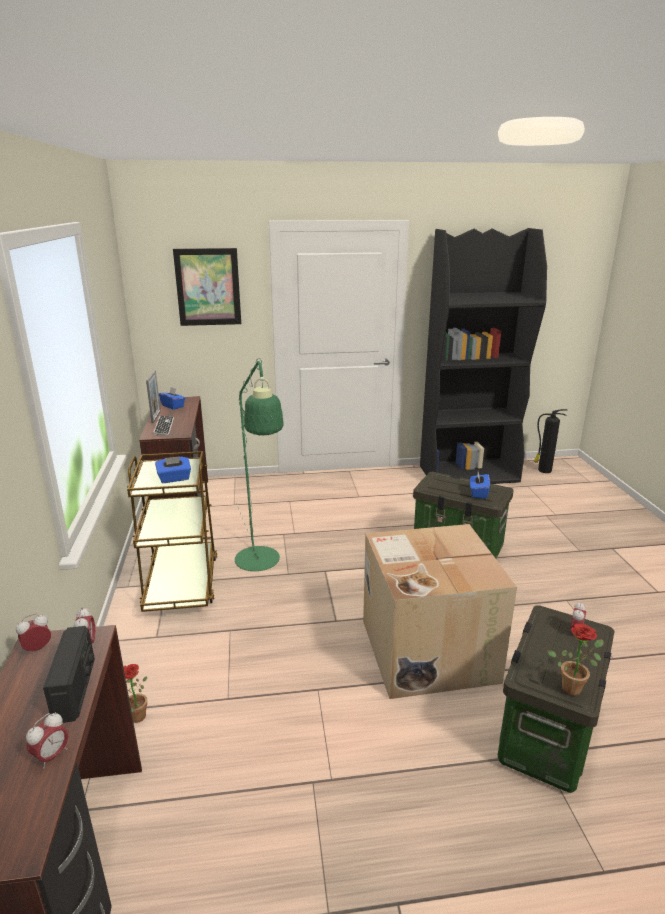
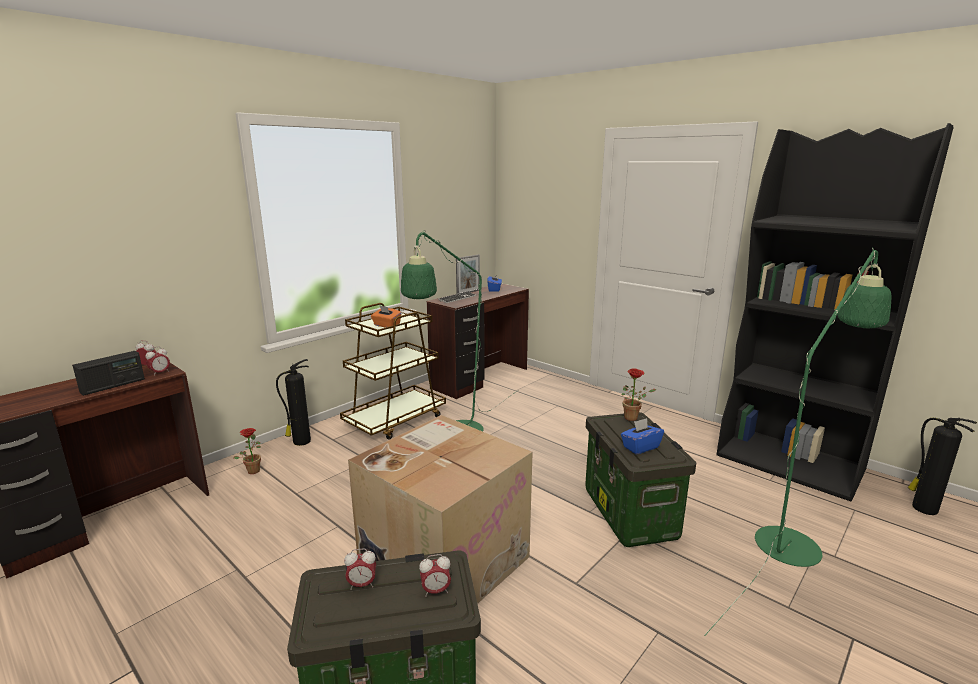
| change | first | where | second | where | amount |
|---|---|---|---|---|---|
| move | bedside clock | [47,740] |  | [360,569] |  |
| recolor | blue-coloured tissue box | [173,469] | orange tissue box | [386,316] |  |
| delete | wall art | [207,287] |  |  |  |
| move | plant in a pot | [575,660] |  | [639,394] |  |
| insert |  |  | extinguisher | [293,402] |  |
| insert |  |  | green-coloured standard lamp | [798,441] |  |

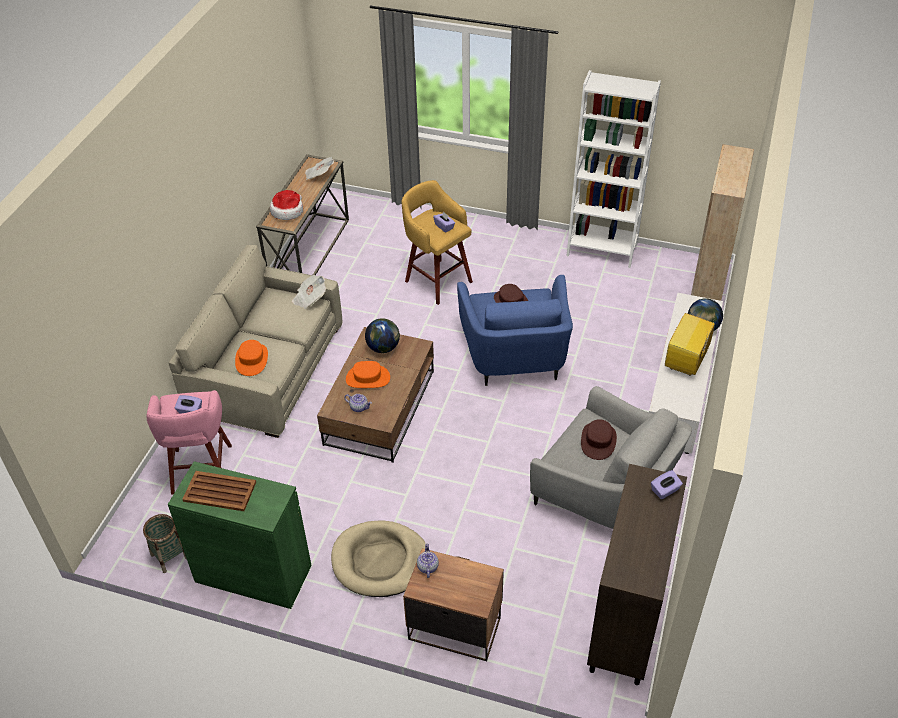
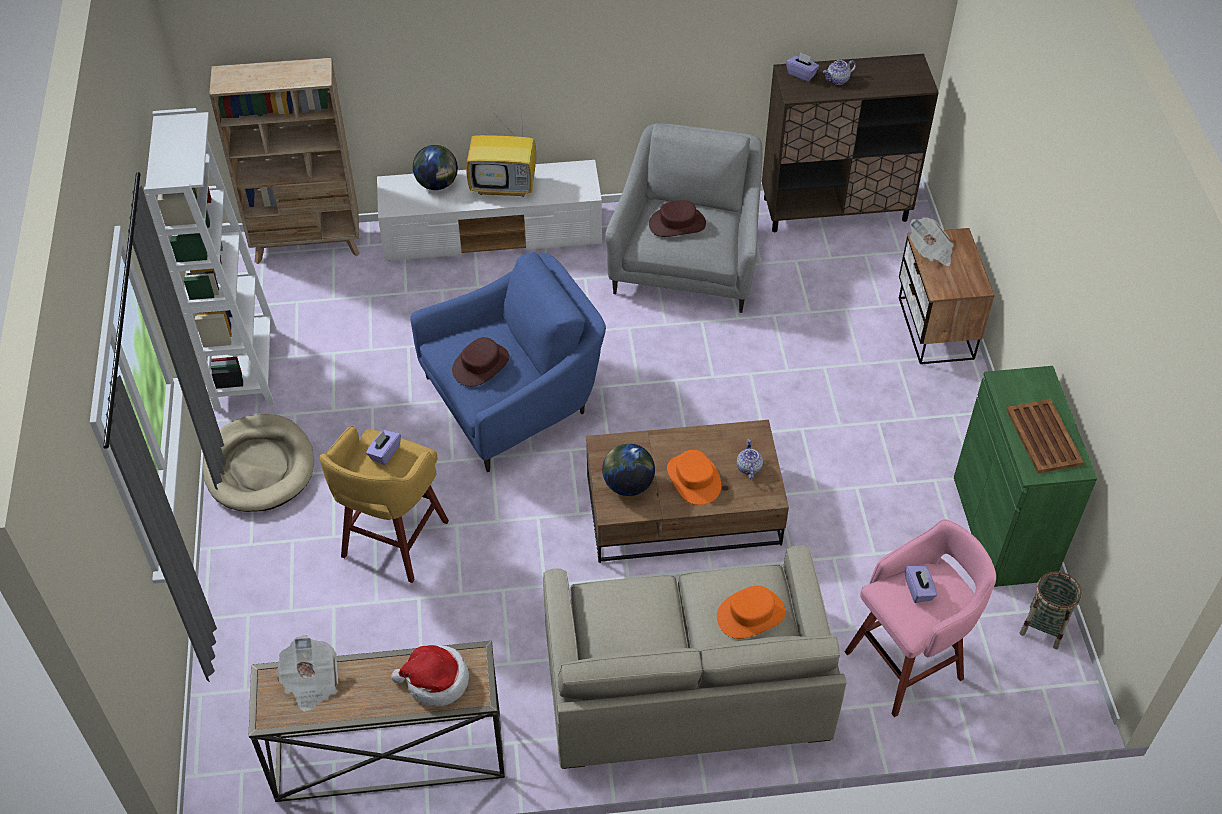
| change | first | where | second | where | amount |
|---|---|---|---|---|---|
| move | daily paper | [309,292] |  | [932,241] |  |
| move | beige pet bed | [378,559] |  | [258,463] |  |
| move | tea pot | [428,560] |  | [839,72] |  |

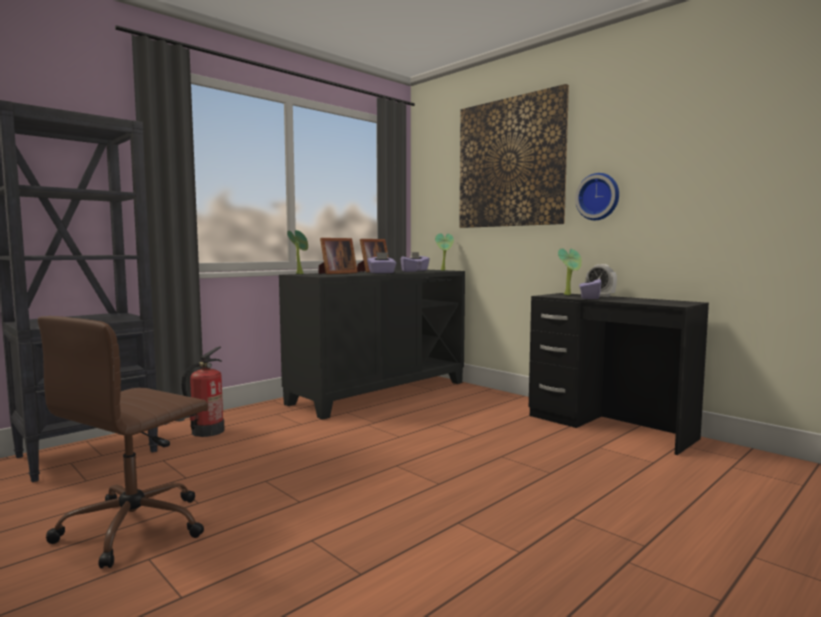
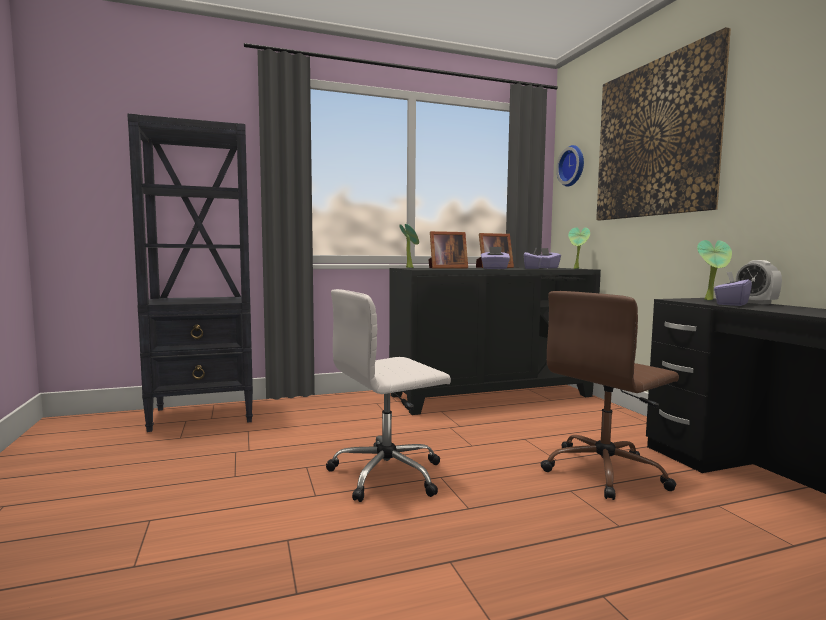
| change | first | where | second | where | amount |
|---|---|---|---|---|---|
| move | brownish computer chair | [123,442] |  | [610,395] |  |
| delete | extinguisher | [202,391] |  |  |  |
| move | clock on the wall | [597,196] |  | [570,166] |  |
| insert |  |  | white-coloured computer chair | [388,395] |  |

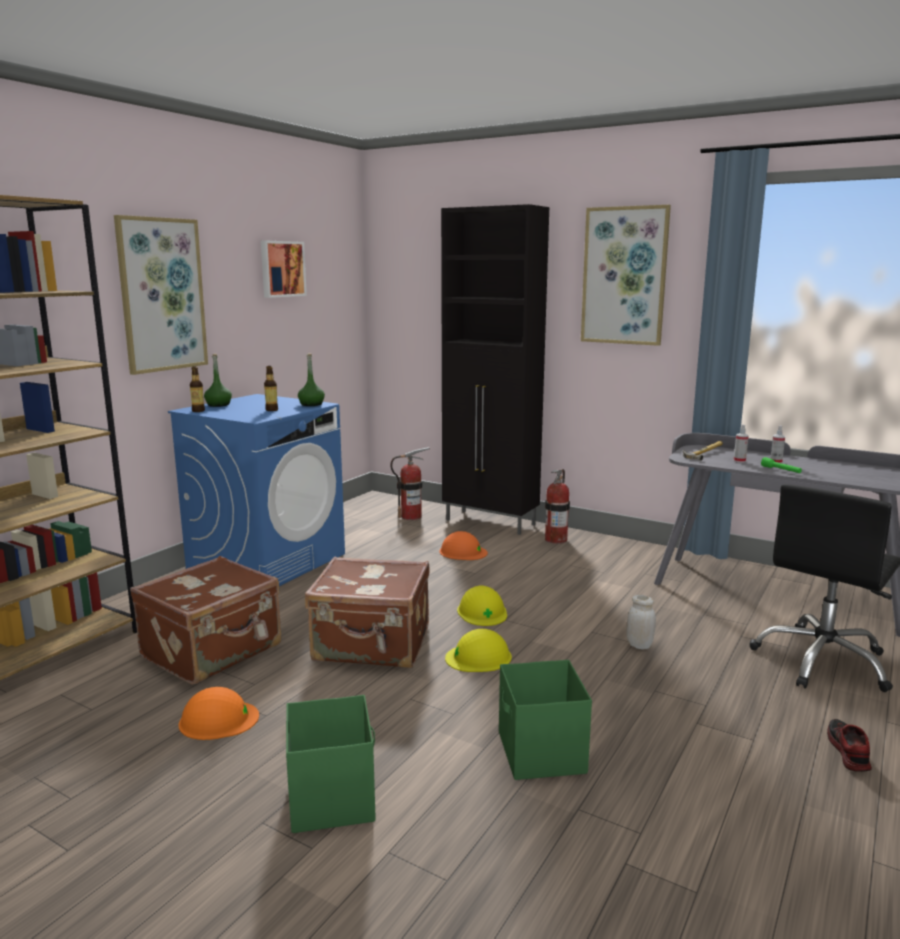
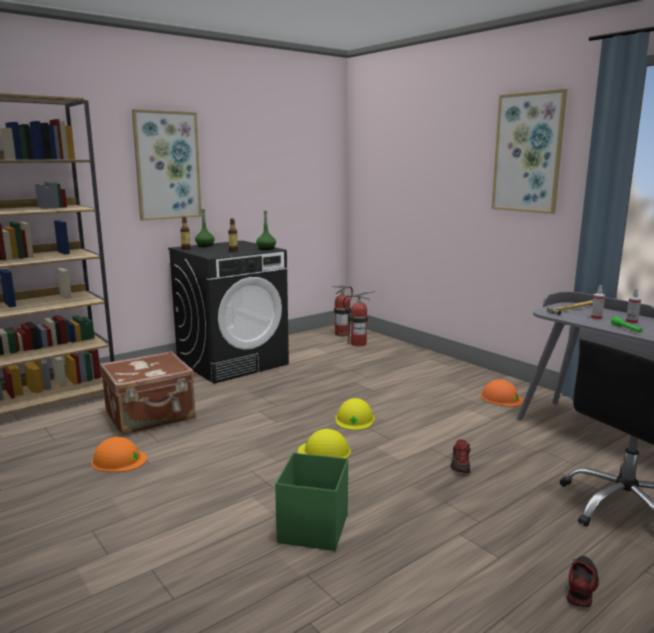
| change | first | where | second | where | amount |
|---|---|---|---|---|---|
| recolor | blue-coloured laundry appliance | [256,490] | black-coloured laundry appliance | [228,312] |  |
| delete | wall art | [284,269] |  |  |  |
| delete | green-coloured storage bin | [331,764] |  |  |  |
| delete | brownish piece of luggage | [367,612] |  |  |  |
| move | orange safety helmet | [463,545] |  | [502,393] |  |
| delete | black-coloured cabinet | [495,369] |  |  |  |
| move | extinguisher | [557,506] |  | [342,311] |  |
| replace | white-coloured preserve jar | [641,622] | low shoe | [461,456] |  |

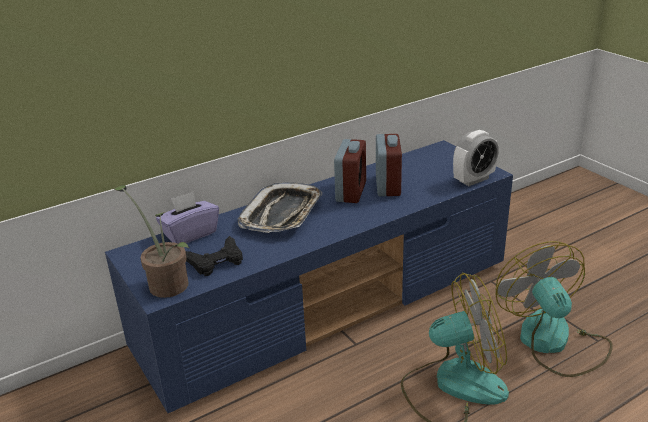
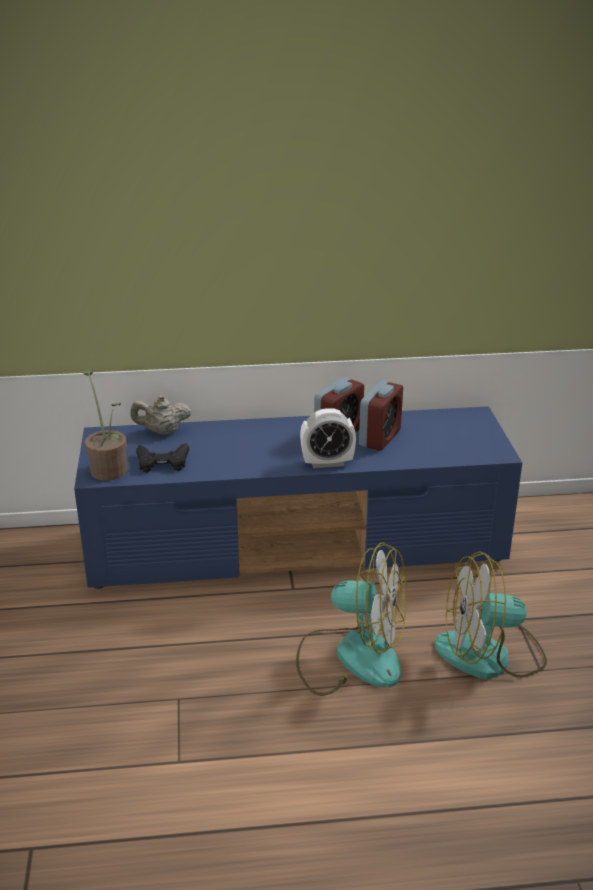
| change | first | where | second | where | amount |
|---|---|---|---|---|---|
| replace | purple-coloured tissue box | [187,217] | beige tea pot | [161,415] |  |
| delete | tray | [280,207] |  |  |  |
| move | bedside clock | [476,158] |  | [328,438] |  |
| rotate | fan | [554,309] |  | [491,615] | 105 degrees counterclockwise |

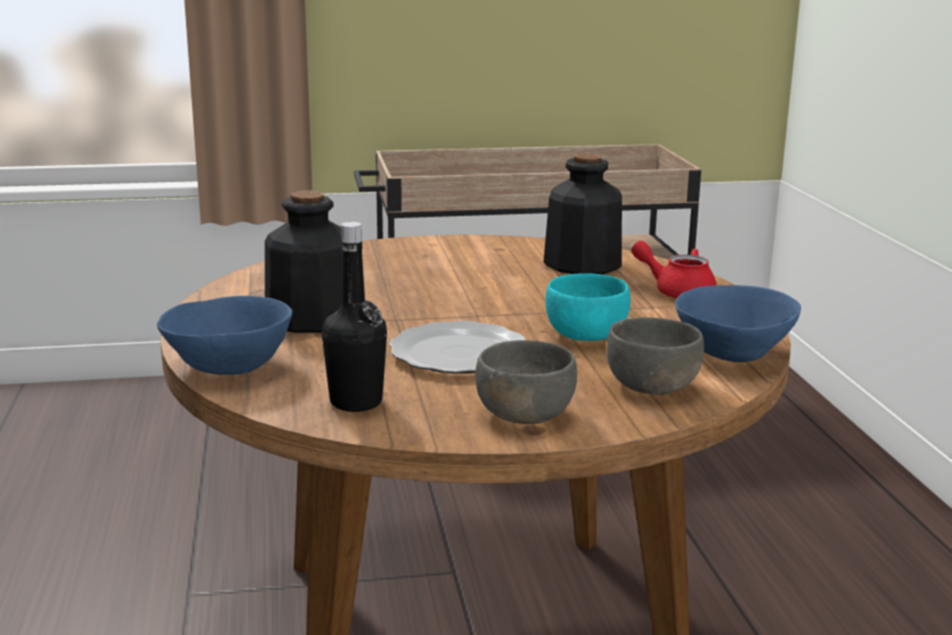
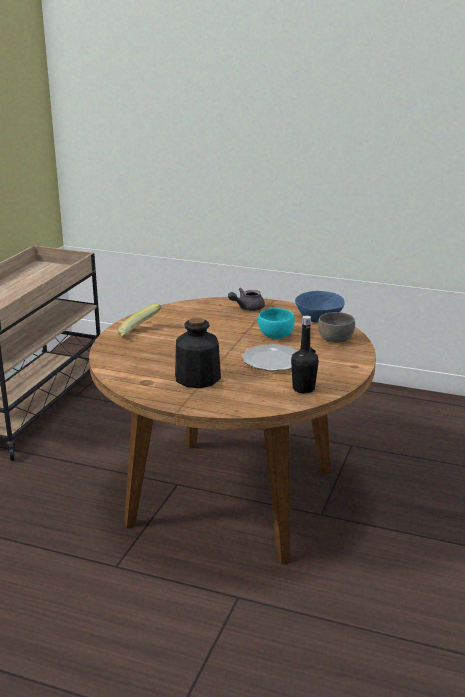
| change | first | where | second | where | amount |
|---|---|---|---|---|---|
| delete | blue-coloured serving bowl | [224,335] |  |  |  |
| delete | grey serving bowl | [526,382] |  |  |  |
| delete | bottle | [582,213] |  |  |  |
| recolor | reddish tea pot | [674,270] | grey tea pot | [246,299] |  |
| insert |  |  | banana fruit | [139,320] |  |

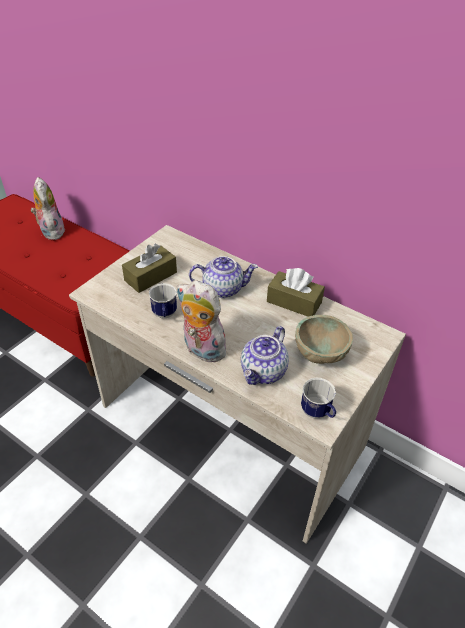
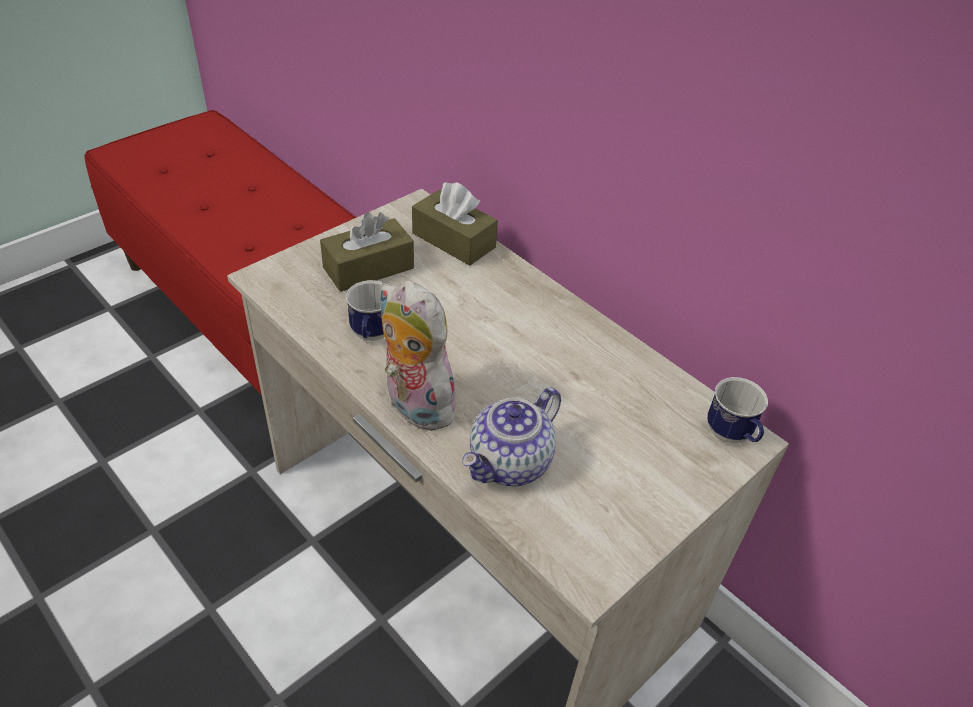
| change | first | where | second | where | amount |
|---|---|---|---|---|---|
| delete | cuddly toy | [47,208] |  |  |  |
| delete | tea pot | [223,277] |  |  |  |
| move | brownish tissue box | [296,292] |  | [455,224] |  |
| delete | beige serving bowl | [324,339] |  |  |  |
| move | mug | [318,398] |  | [737,410] |  |

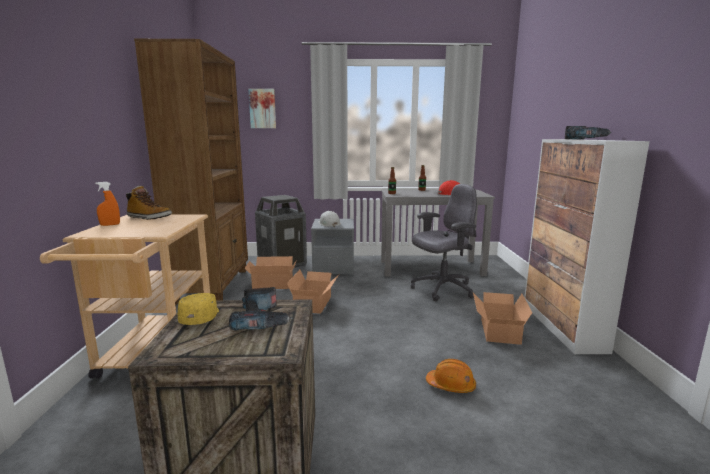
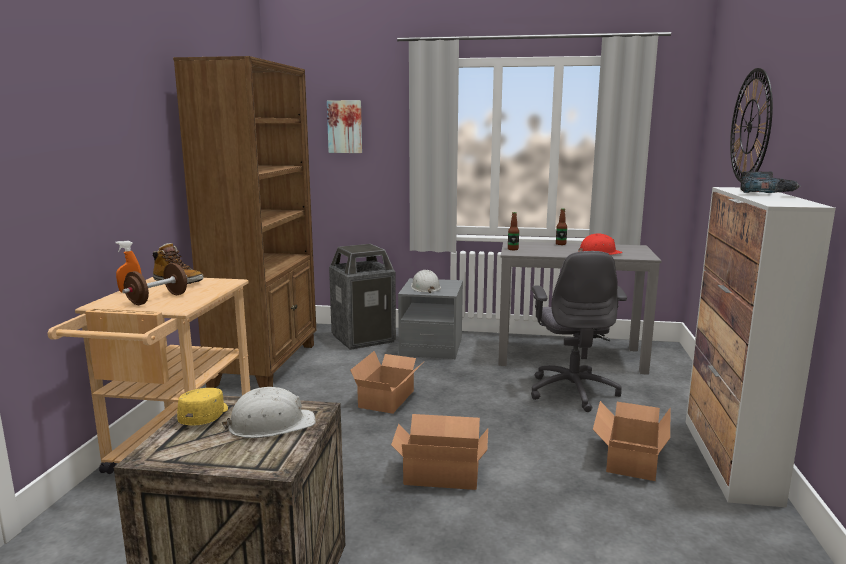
| change | first | where | second | where | amount |
|---|---|---|---|---|---|
| replace | electric drill | [261,309] | white-coloured safety helmet | [269,412] |  |
| move | carton | [270,272] |  | [439,452] |  |
| rotate | grey computer chair | [444,242] |  | [579,331] | 105 degrees clockwise |
| delete | orange safety helmet | [451,376] |  |  |  |
| insert |  |  | brownish free weight | [154,284] |  |
| insert |  |  | clock on the wall | [751,125] |  |

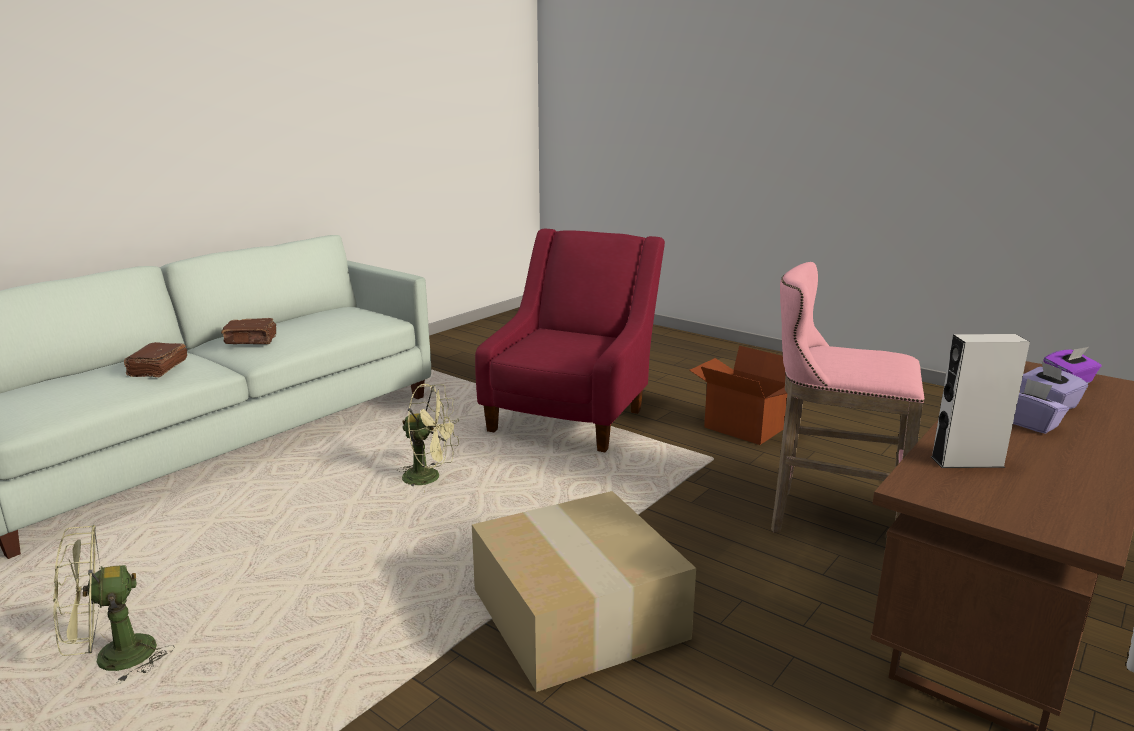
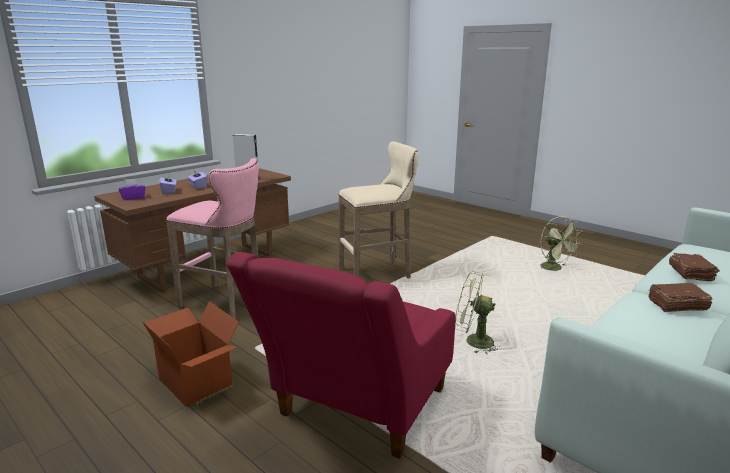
| change | first | where | second | where | amount |
|---|---|---|---|---|---|
| rotate | green-coloured fan | [114,604] |  | [561,243] | 90 degrees clockwise |
| replace | carton | [584,591] | beige stool seat | [378,210] |  |

